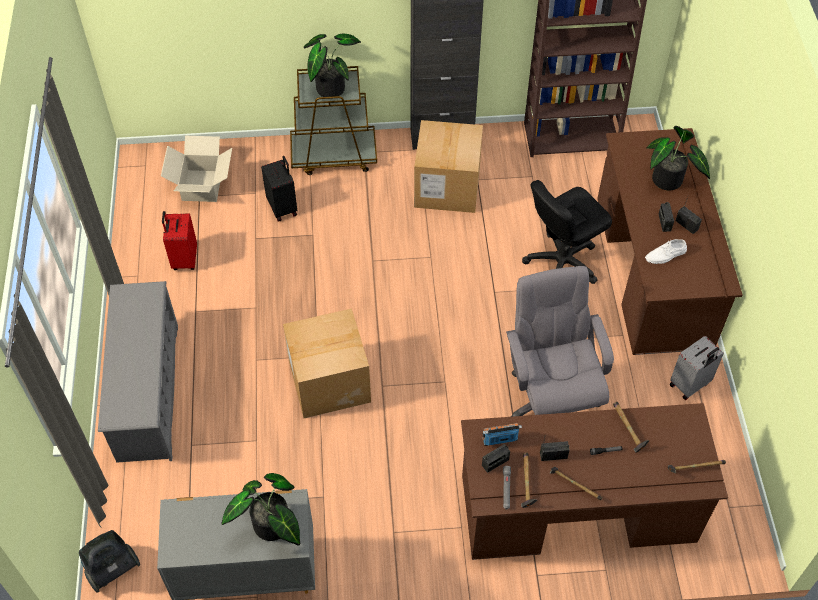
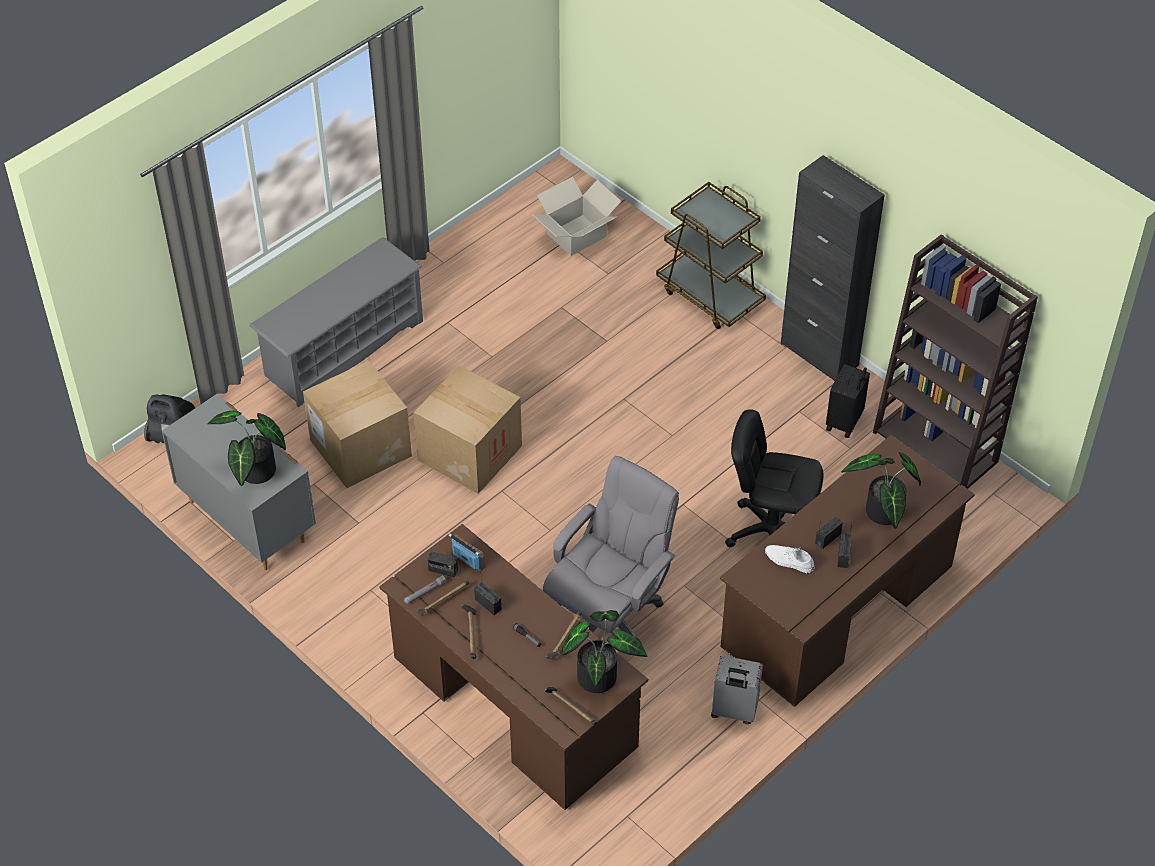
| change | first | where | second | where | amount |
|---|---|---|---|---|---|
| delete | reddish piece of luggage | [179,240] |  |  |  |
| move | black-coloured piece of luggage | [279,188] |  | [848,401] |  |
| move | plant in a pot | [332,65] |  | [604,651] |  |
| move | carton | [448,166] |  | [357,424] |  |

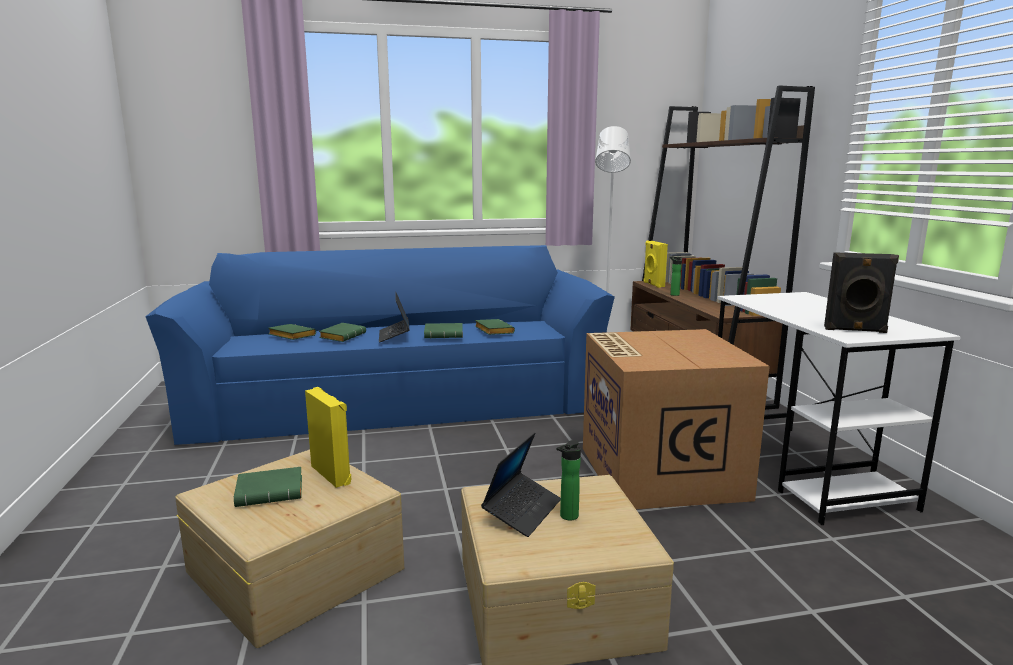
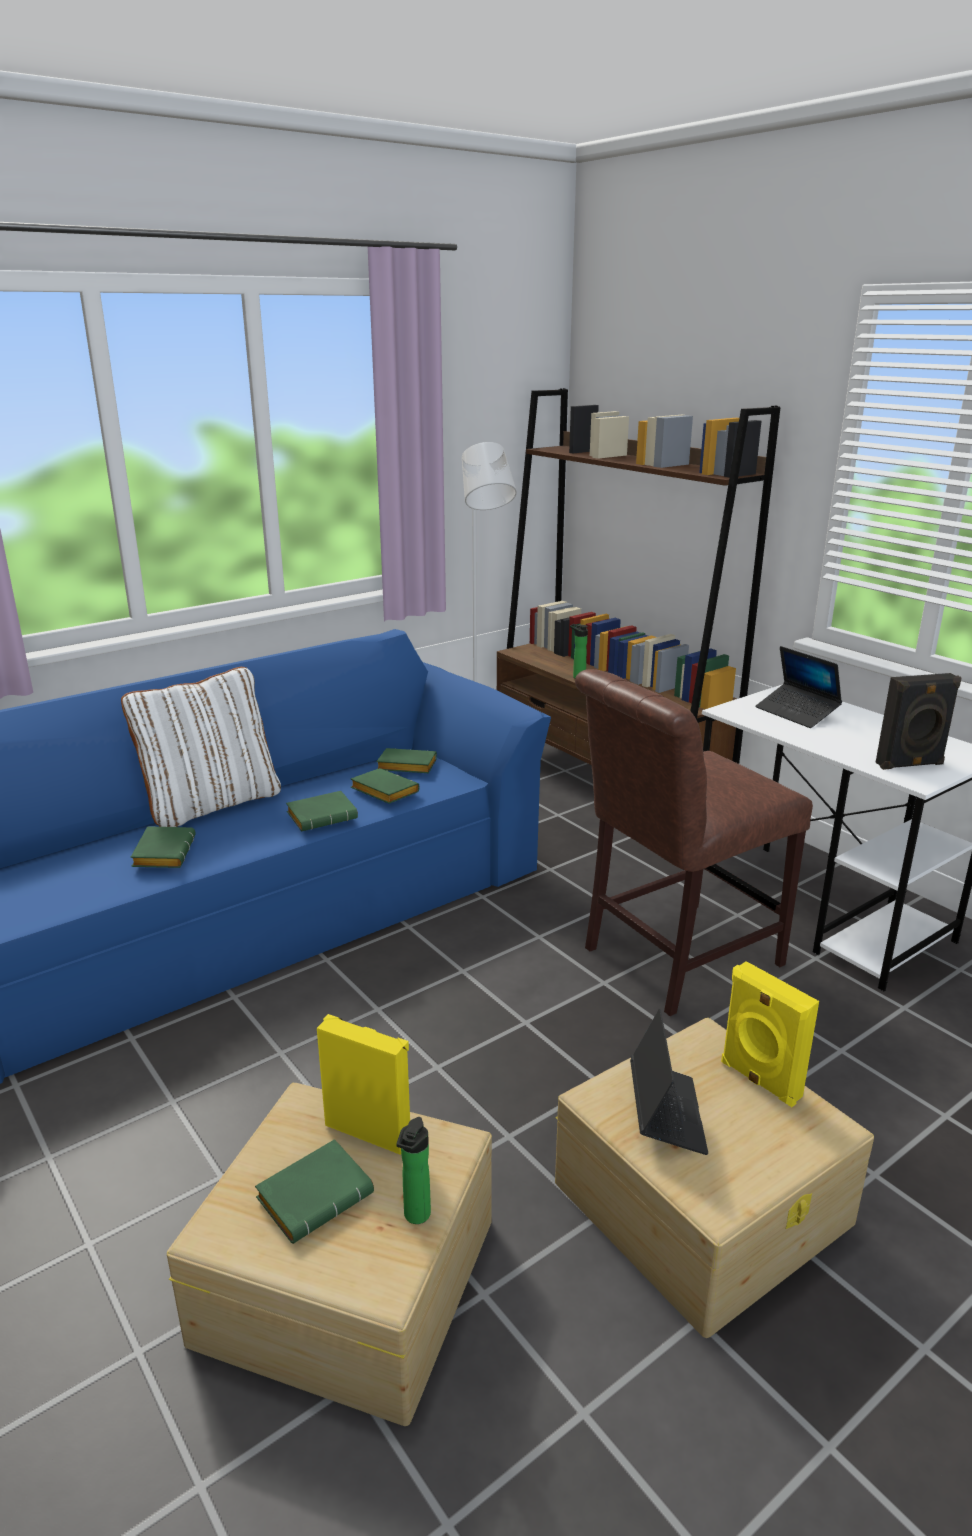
| change | first | where | second | where | amount |
|---|---|---|---|---|---|
| move | green-coloured volume | [292,332] |  | [407,760] |  |
| move | portable computer | [394,317] |  | [799,687] |  |
| move | bottle | [568,480] |  | [414,1170] |  |
| replace | carton | [676,419] | brownish chair | [694,842] |  |
| move | yellow-coloured speaker | [656,264] |  | [770,1034] |  |
| insert |  |  | white-coloured throw pillow | [201,747] |  |

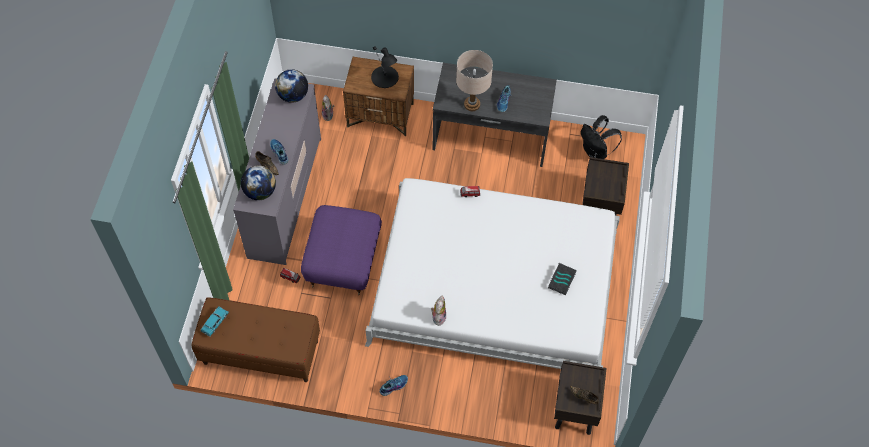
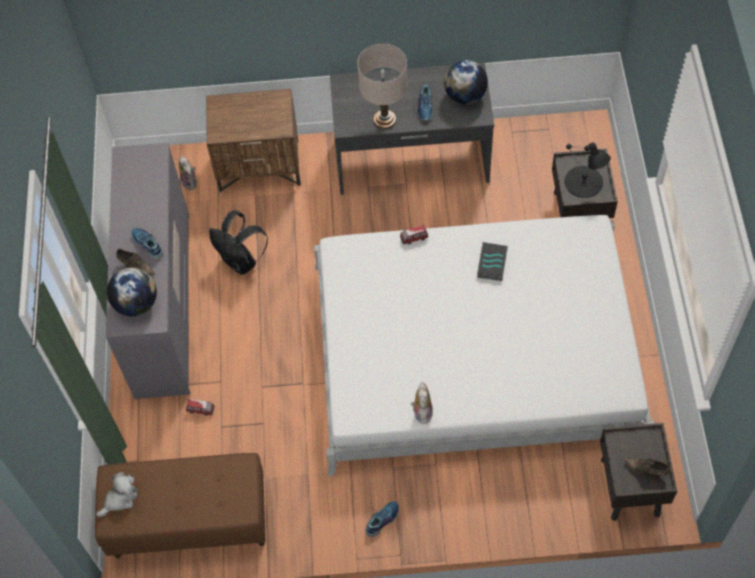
| change | first | where | second | where | amount |
|---|---|---|---|---|---|
| replace | blue-green miniature car | [215,321] | cuddly toy | [117,494] |  |
| move | world globe | [291,86] |  | [466,82] |  |
| delete | purple-coloured pouffe | [341,250] |  |  |  |
| move | black-coloured table lamp | [385,67] |  | [588,170] |  |
| move | volume | [562,279] |  | [492,261] |  |
| move | black-coloured knapsack | [601,137] |  | [238,243] |  |

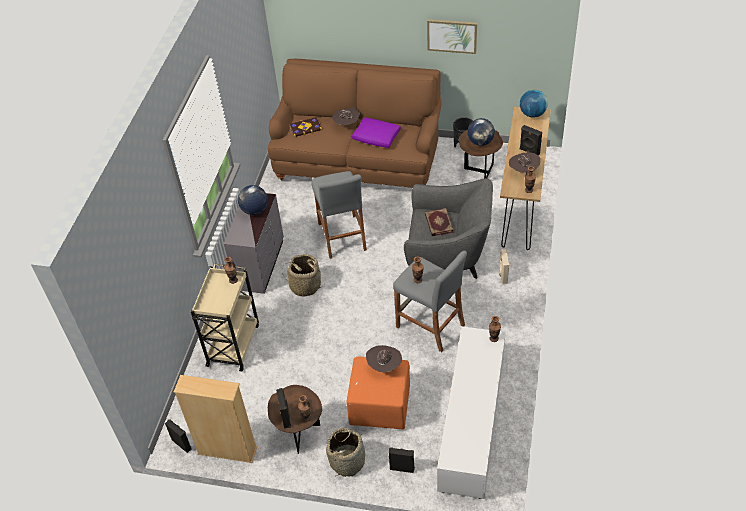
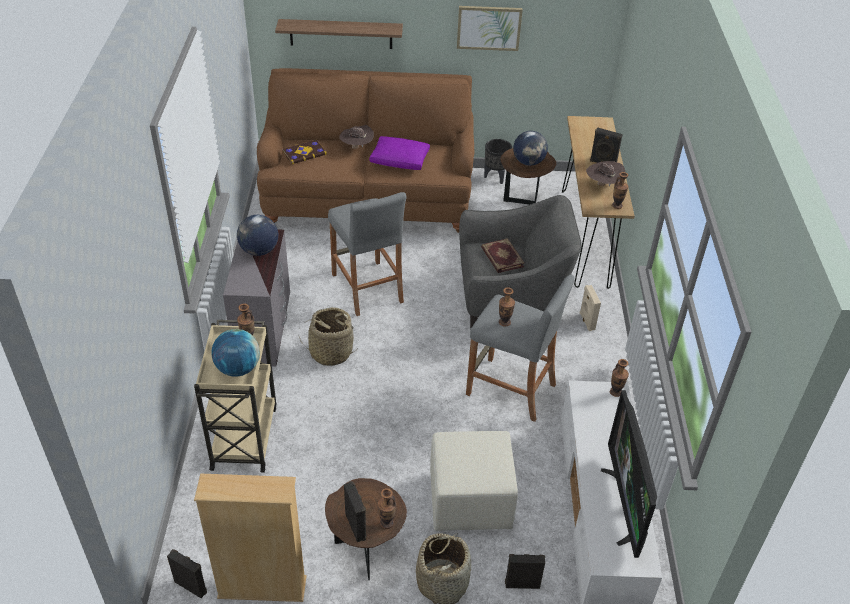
| change | first | where | second | where | amount |
|---|---|---|---|---|---|
| recolor | orange pouffe | [378,393] | beige pouffe | [474,481] |  |
| delete | brownish clothing hat | [384,358] |  |  |  |
| move | world globe | [534,103] |  | [235,353] |  |
| insert |  |  | bracket shelf | [339,34] |  |
| insert |  |  | TV set | [629,474] |  |

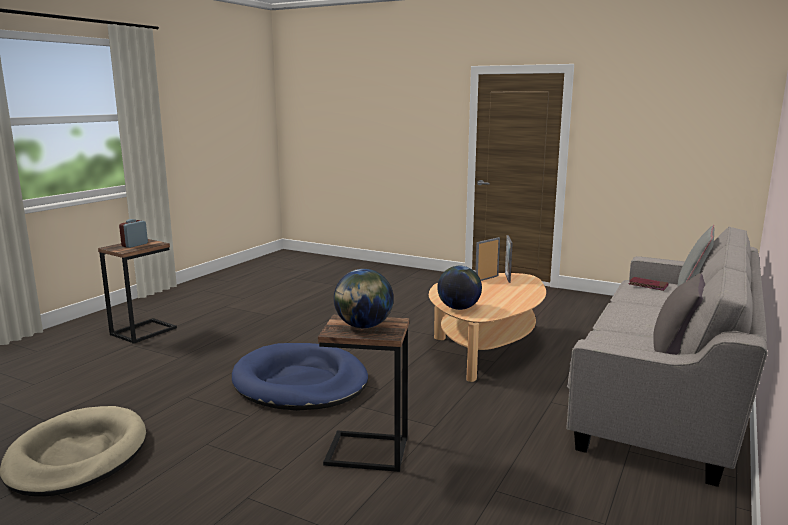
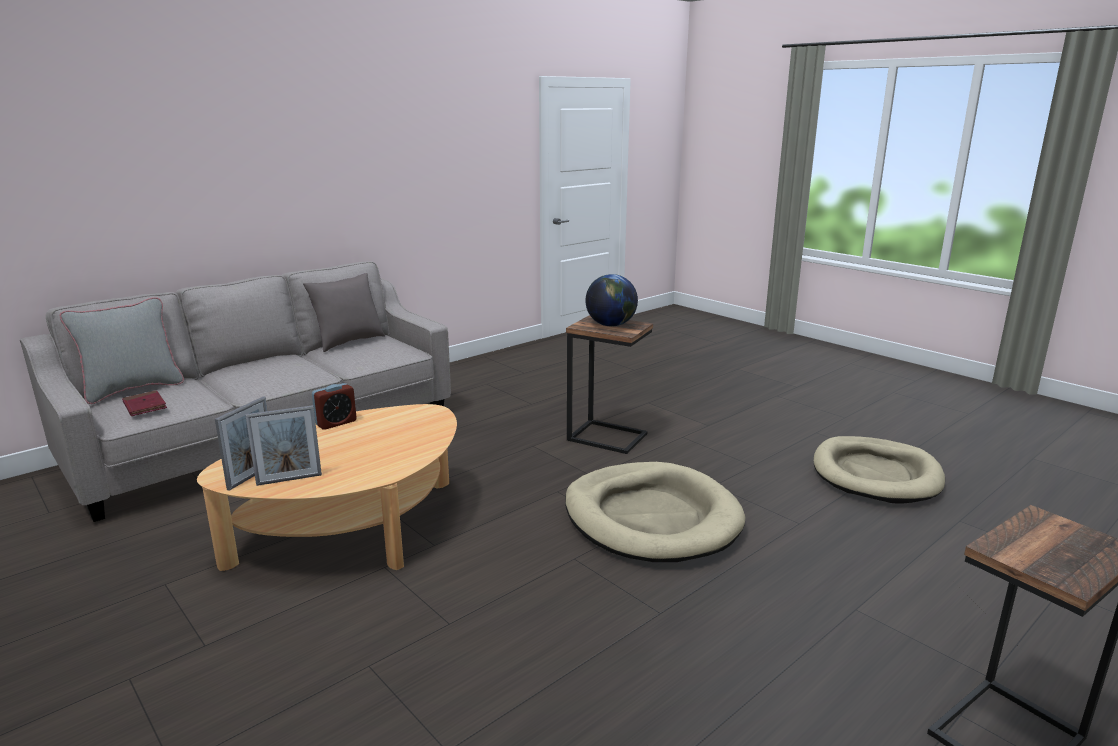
| change | first | where | second | where | amount |
|---|---|---|---|---|---|
| move | bedside clock | [133,233] |  | [334,406] |  |
| recolor | blue-coloured pet bed | [300,377] | beige pet bed | [655,512] |  |
| delete | world globe | [459,288] |  |  |  |

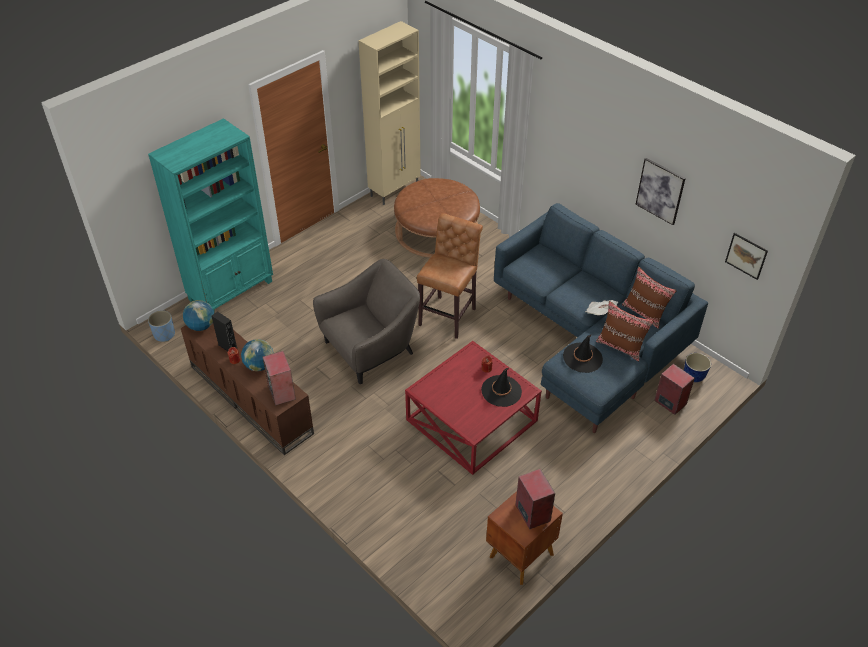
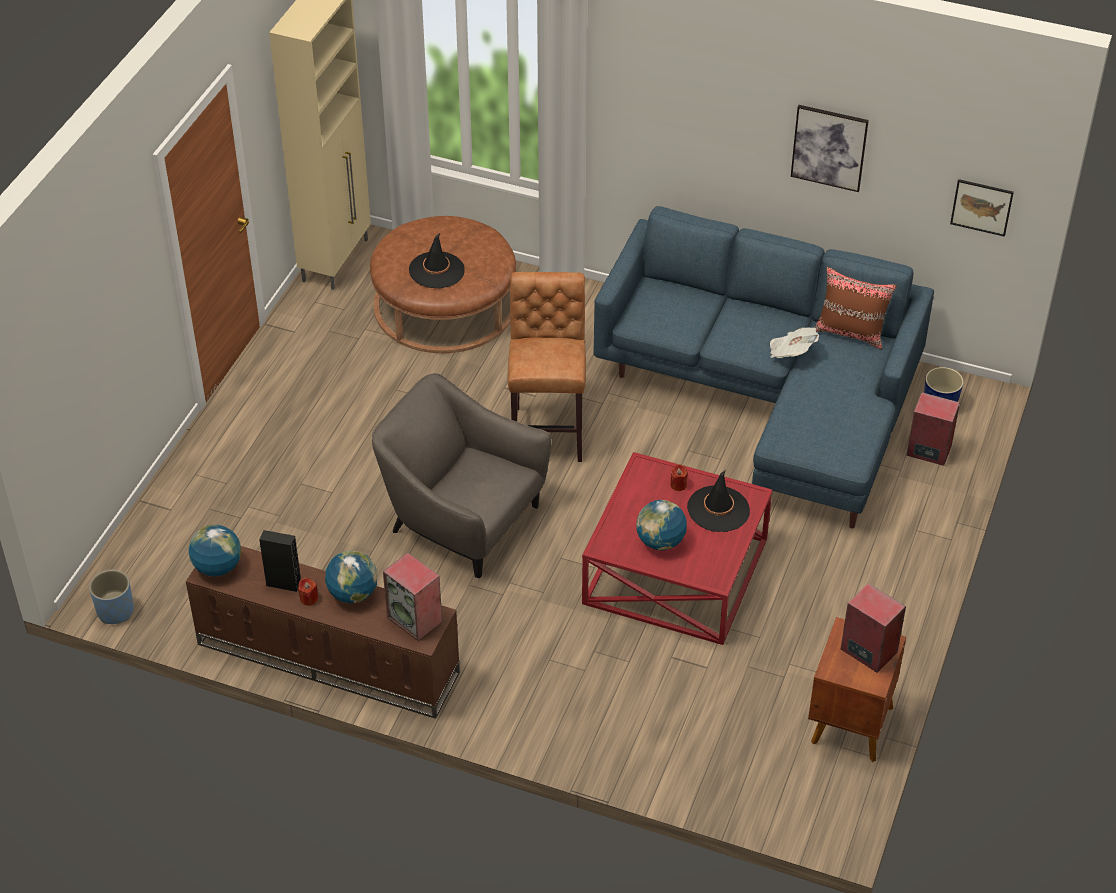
| change | first | where | second | where | amount |
|---|---|---|---|---|---|
| delete | blue-green bookshelf | [210,215] |  |  |  |
| rotate | grey easy chair | [366,321] |  | [461,475] | 90 degrees counterclockwise |
| move | black-coloured clothing hat | [583,353] |  | [437,260] |  |
| delete | brownish throw pillow | [625,331] |  |  |  |
| insert |  |  | world globe | [661,525] |  |

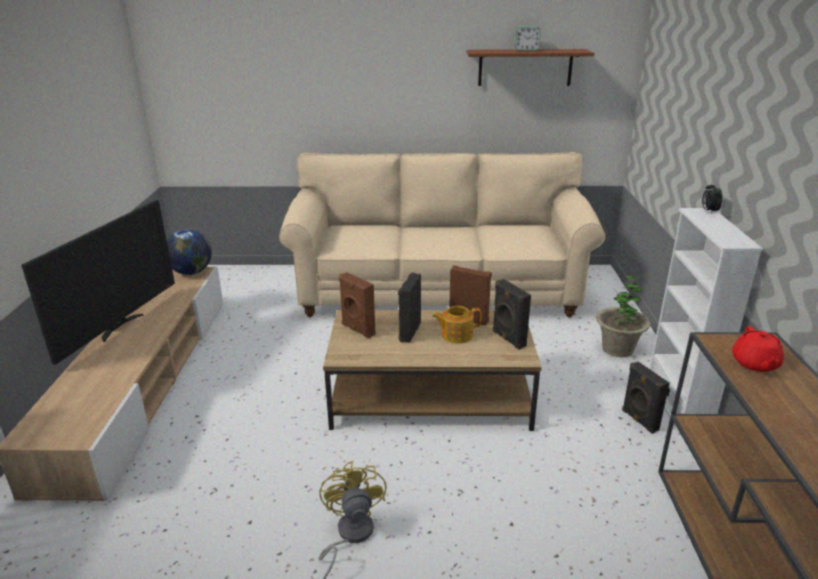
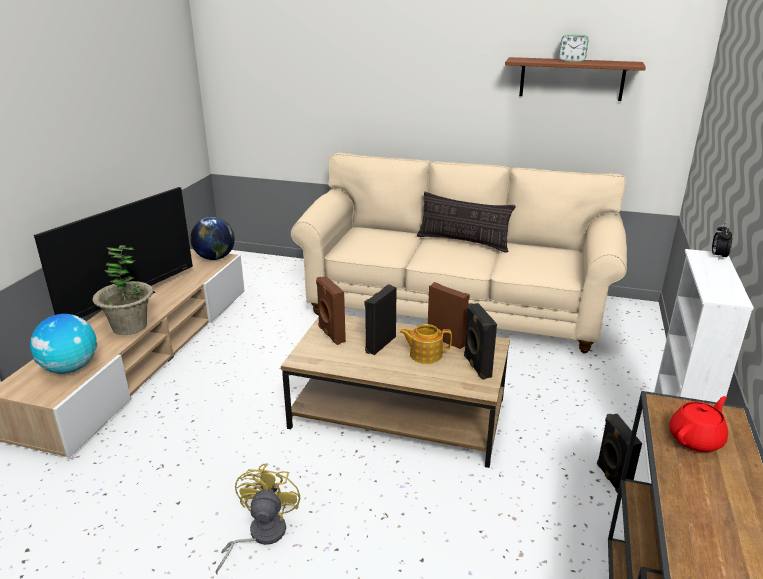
| change | first | where | second | where | amount |
|---|---|---|---|---|---|
| move | plant in a pot | [623,315] |  | [122,290] |  |
| rotate | reddish tea pot | [758,349] |  | [698,424] | 150 degrees counterclockwise |
| insert |  |  | world globe | [63,344] |  |
| insert |  |  | throw pillow | [466,222] |  |

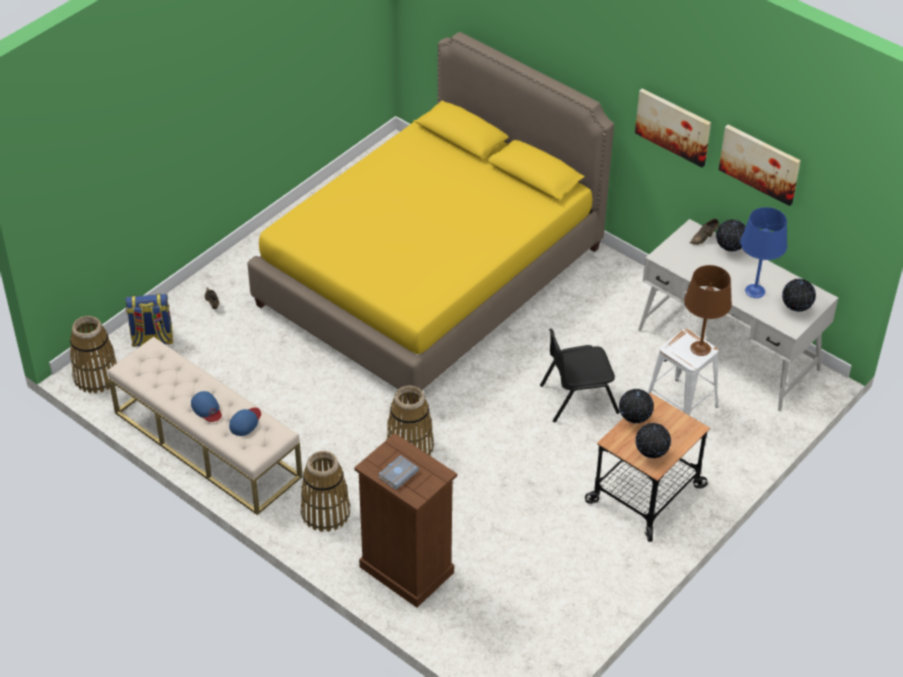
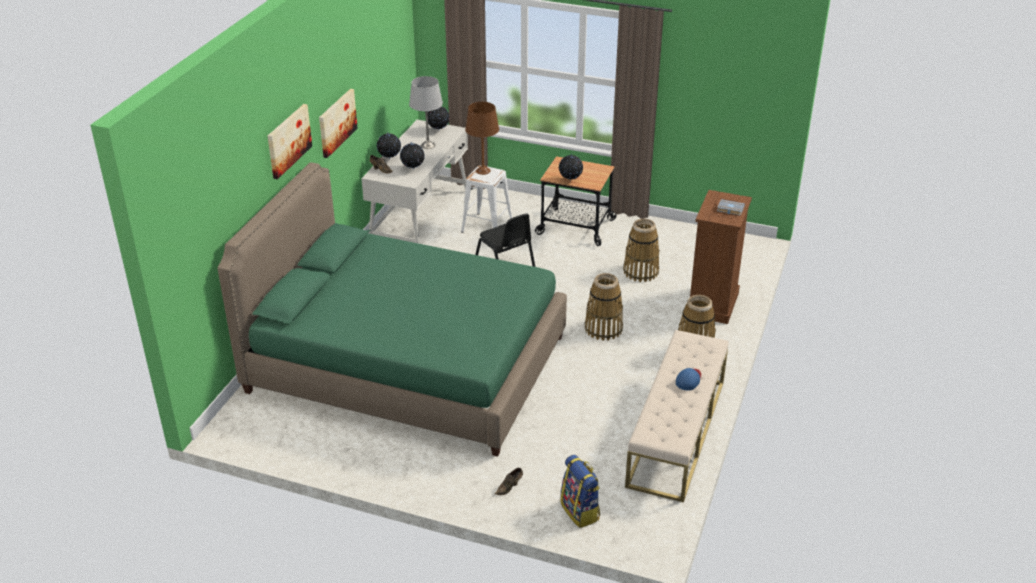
| change | first | where | second | where | amount |
|---|---|---|---|---|---|
| move | storage basket | [93,354] |  | [641,250] |  |
| delete | blue-coloured baseball cap | [245,422] |  |  |  |
| recolor | yellow-coloured bedroom bed | [430,218] | green-coloured bedroom bed | [392,309] |  |
| move | world globe | [653,440] |  | [412,156] |  |
| move | wall art | [760,165] |  | [289,141] |  |
| recolor | blue-coloured table lamp | [763,252] | grey table lamp | [426,112] |  |

